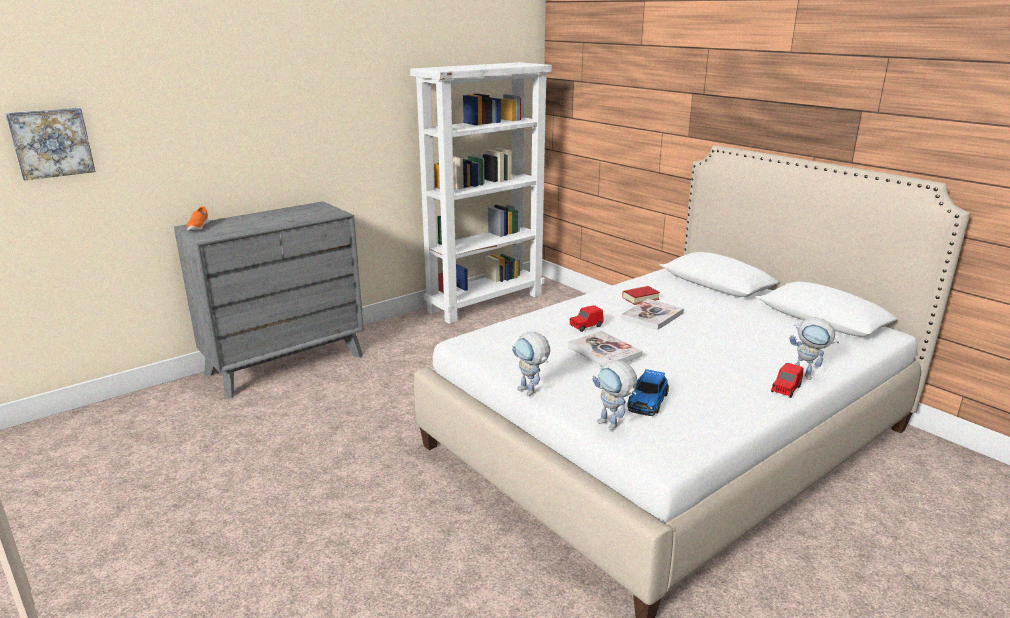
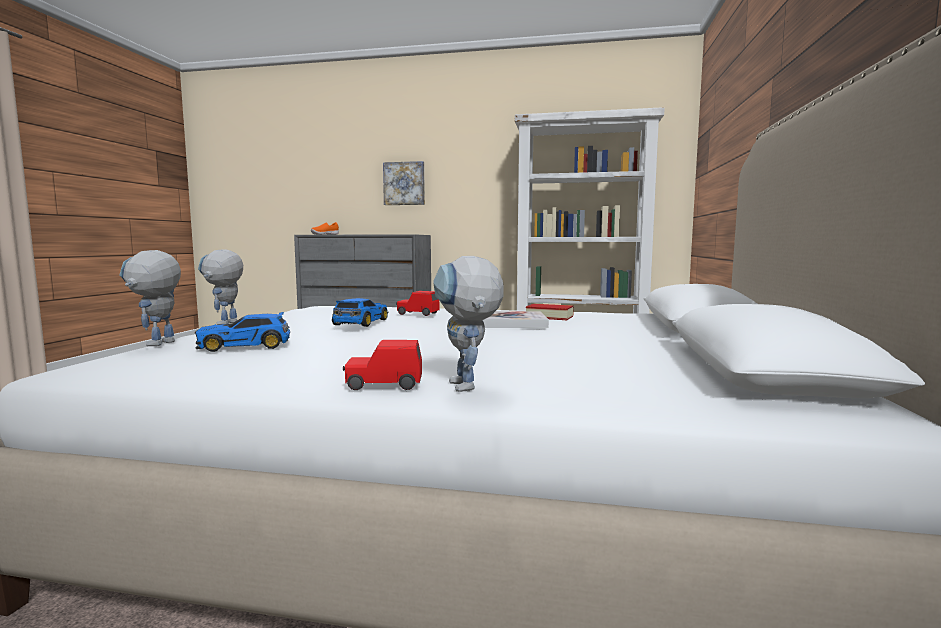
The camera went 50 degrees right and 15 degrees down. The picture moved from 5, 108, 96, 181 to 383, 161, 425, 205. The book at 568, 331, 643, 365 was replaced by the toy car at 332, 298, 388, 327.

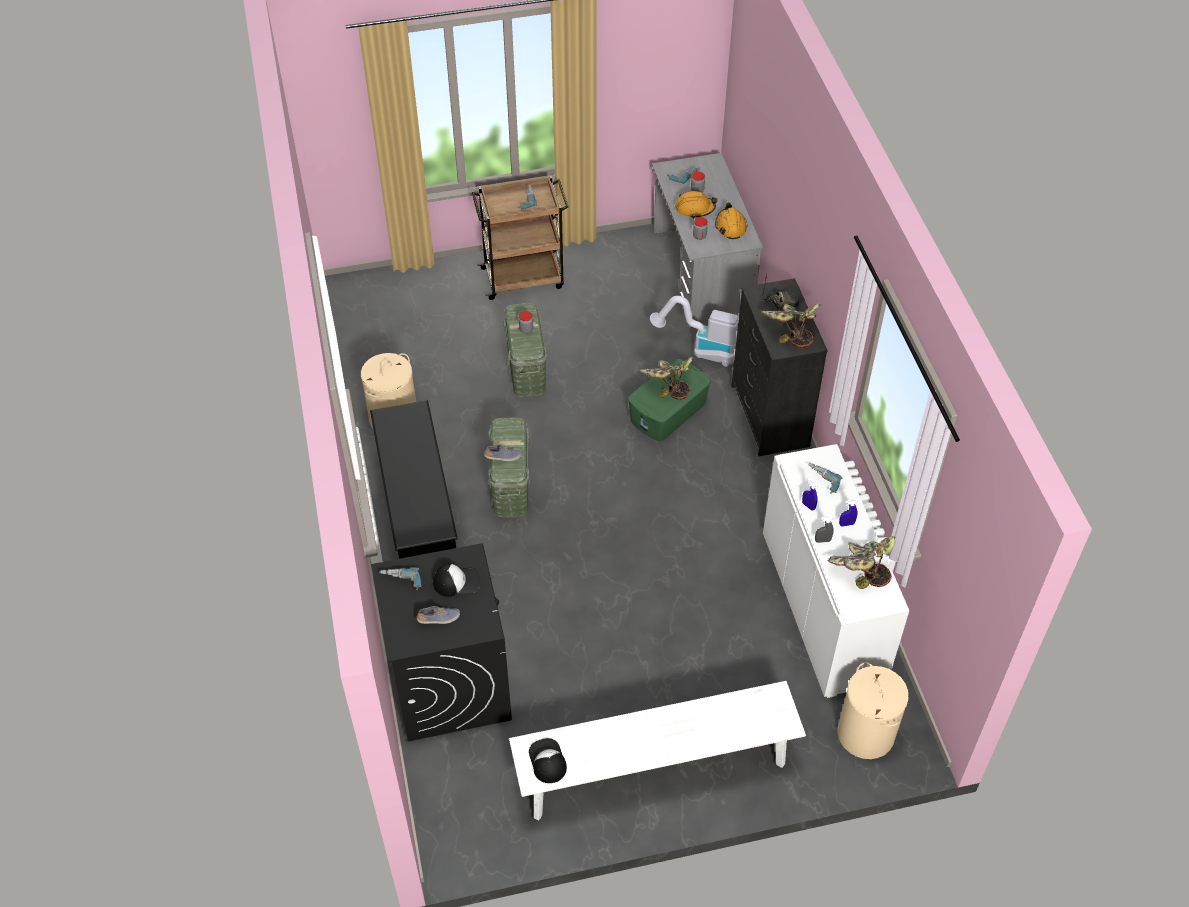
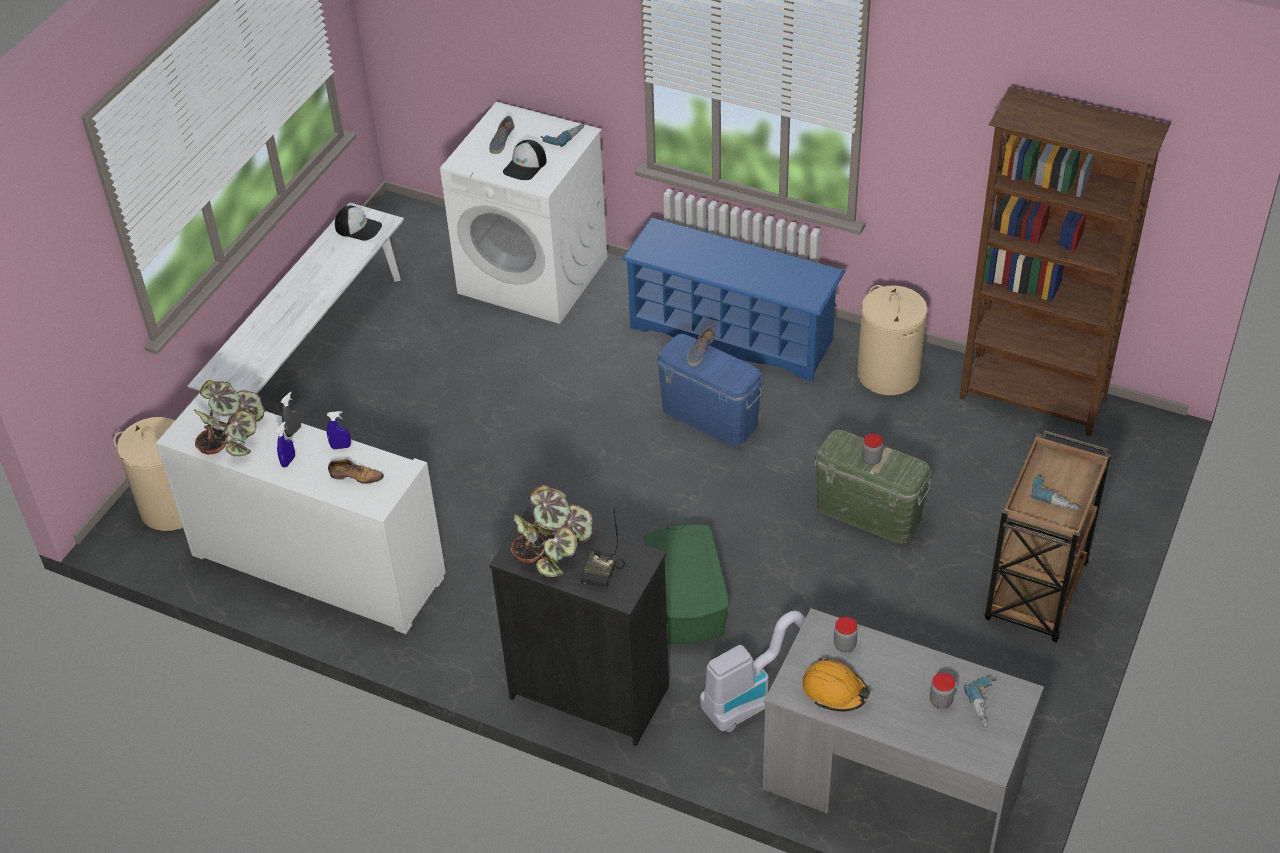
The camera went 130 degrees right and 5 degrees down. The shoe rack (black) at 370, 400, 458, 559 became the shoe rack (blue) at 621, 217, 846, 382. The washing machine (black) at 371, 543, 512, 742 became the washing machine (white) at 440, 102, 607, 324. The storage box (green) at 489, 417, 530, 518 became the storage box (blue) at 656, 334, 763, 446. The potted plant at 639, 357, 694, 400 disappeared. The hard hat (orange) at 675, 191, 717, 218 disappeared. The power drill at 808, 463, 843, 494 was replaced by the shoe at 328, 460, 384, 484. The bookcase (brown) at 960, 87, 1170, 437 appeared.

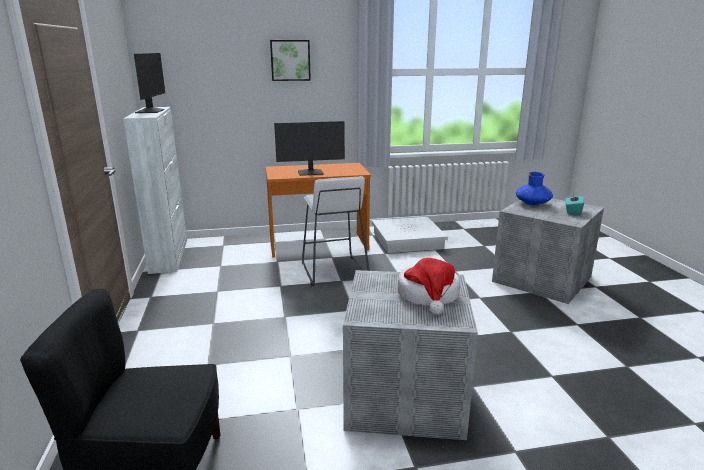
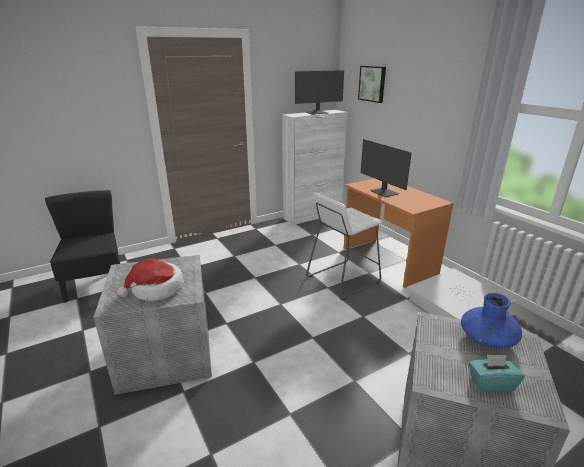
The camera went 70 degrees right and 5 degrees up. The picture moved from 270, 40, 311, 81 to 358, 66, 386, 103.

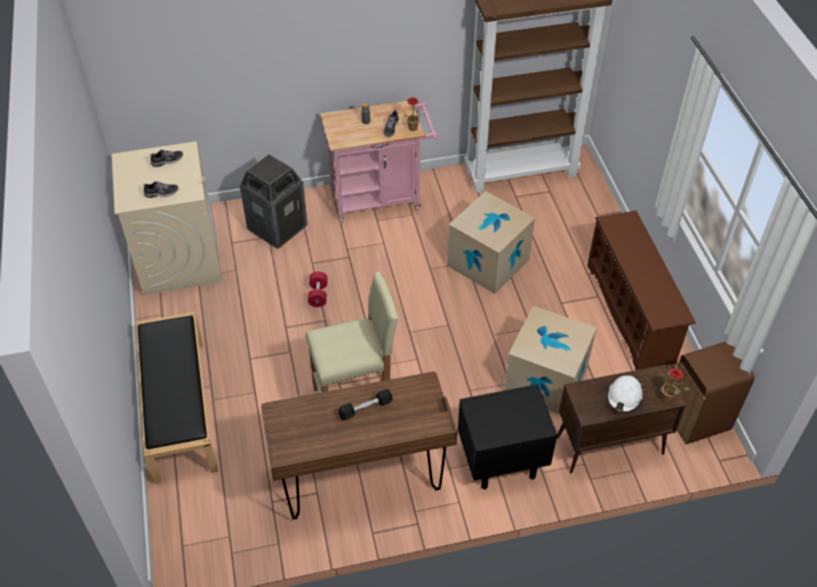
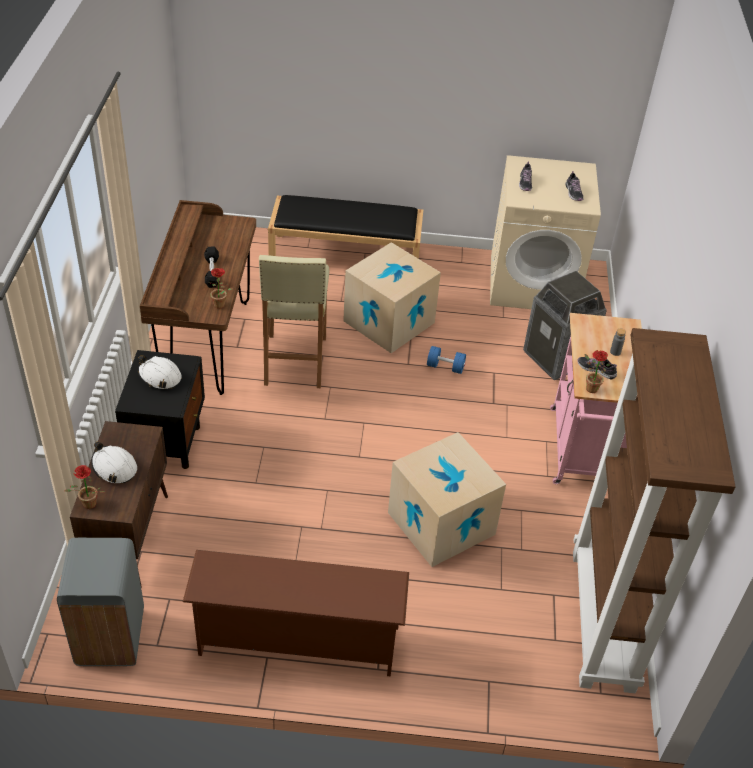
The camera went 105 degrees right and 5 degrees down. The dumbbell (red) at 308, 272, 328, 307 became the dumbbell (blue) at 427, 346, 466, 374. The cardboard box moved from 504, 306, 597, 414 to 343, 242, 441, 353. The trash can (brown) at 674, 342, 755, 444 became the trash can (grey) at 57, 538, 144, 666. The hard hat (white) at 138, 355, 182, 389 appeared. The potted plant at 208, 268, 233, 309 appeared.

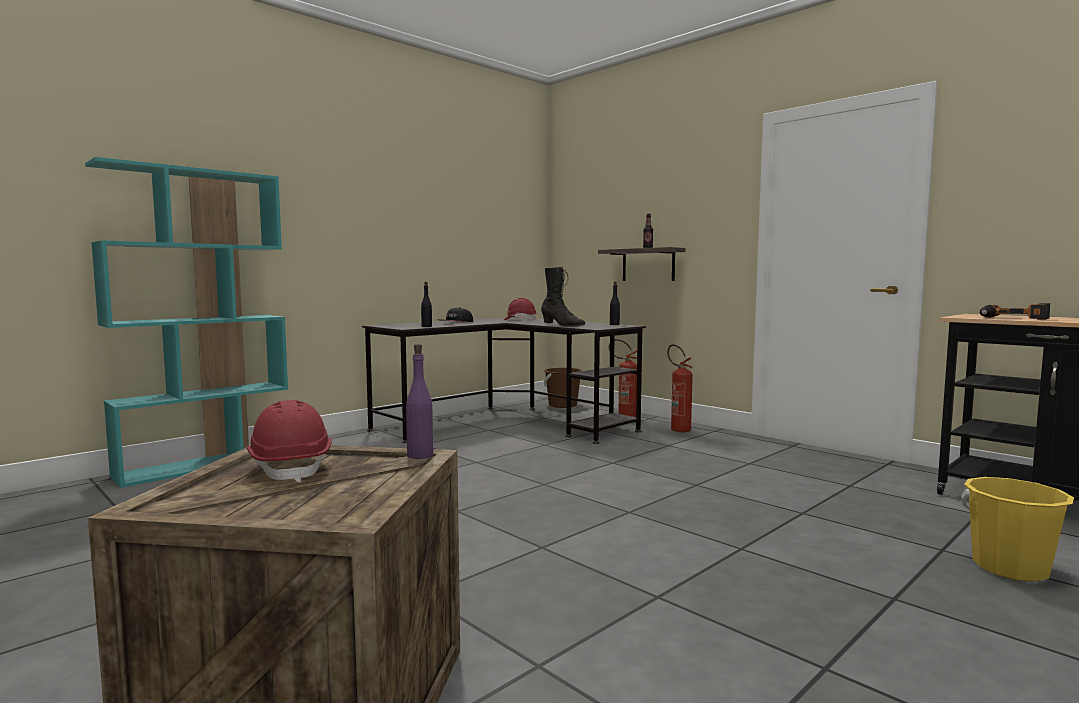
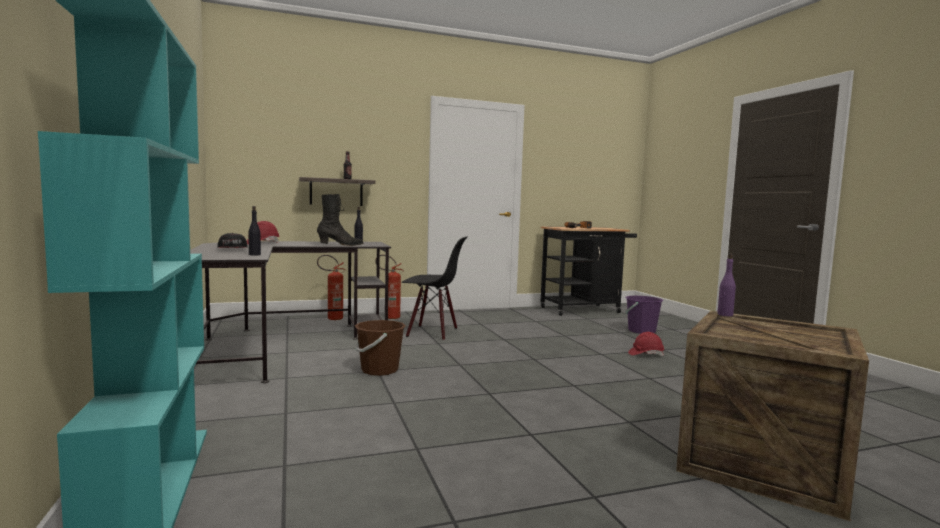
The camera went 65 degrees left and 0 degrees up. The hard hat (red) moved from 247, 400, 332, 482 to 628, 332, 664, 356. The bucket (brown) moved from 544, 368, 583, 408 to 355, 320, 406, 376. The bucket (yellow) at 961, 477, 1074, 582 became the bucket (purple) at 625, 296, 664, 334. The chair (black) at 402, 237, 467, 341 appeared.

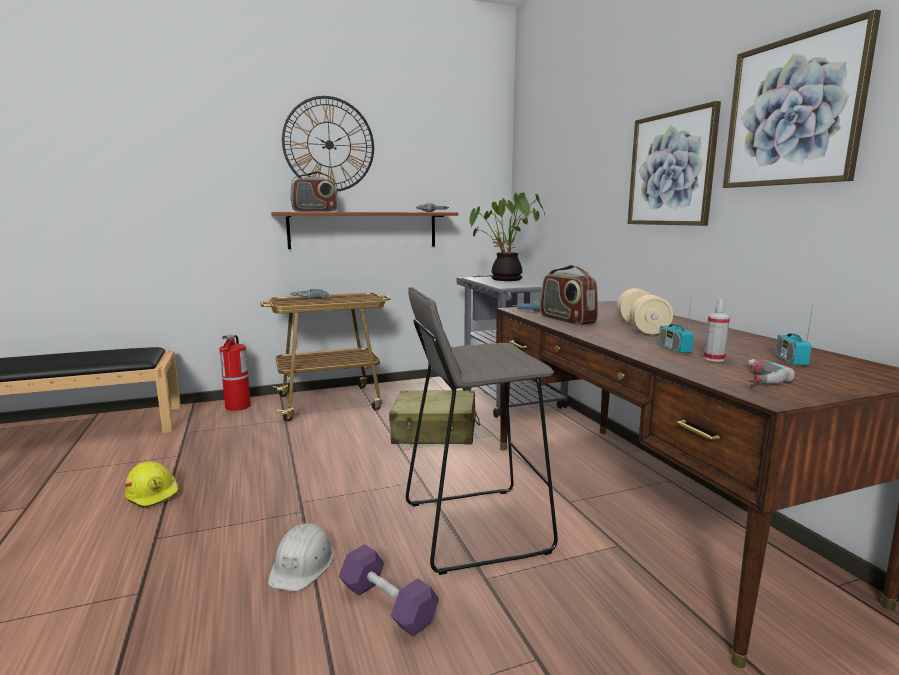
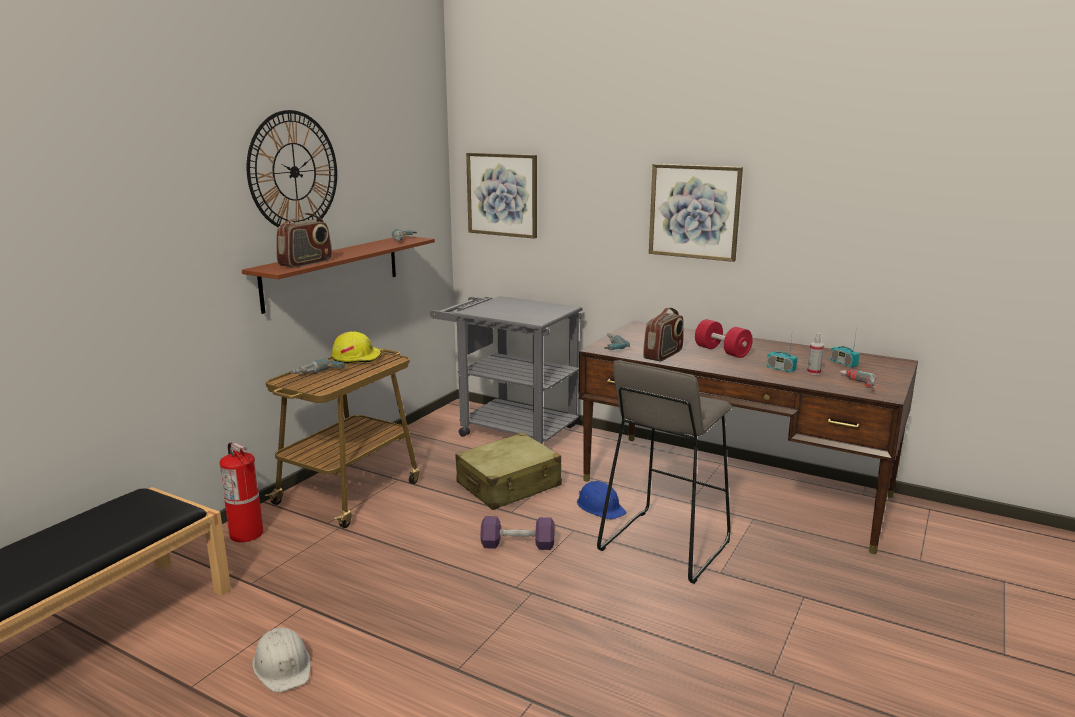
The camera went 40 degrees left and 5 degrees up. The hard hat (yellow) moved from 125, 462, 181, 509 to 332, 331, 381, 363. The hard hat (white) moved from 268, 523, 334, 591 to 252, 628, 311, 692. The dumbbell (purple) moved from 338, 544, 439, 637 to 480, 516, 555, 550. The potted plant at 469, 192, 545, 281 disappeared. The radio at 540, 265, 598, 325 turned 75 degrees counterclockwise. The dumbbell (beige) at 617, 288, 673, 335 became the dumbbell (red) at 695, 319, 753, 358. The picture moved from 723, 9, 881, 188 to 466, 153, 537, 239. The hard hat (blue) at 577, 481, 627, 519 appeared.

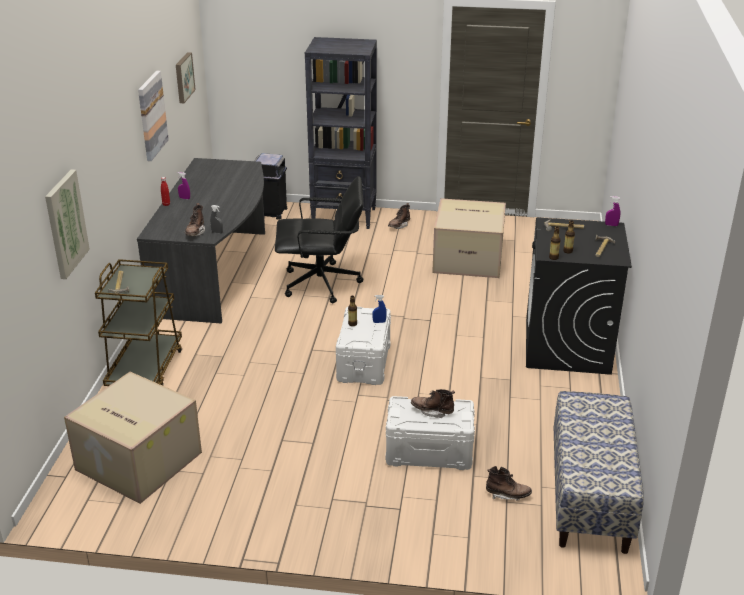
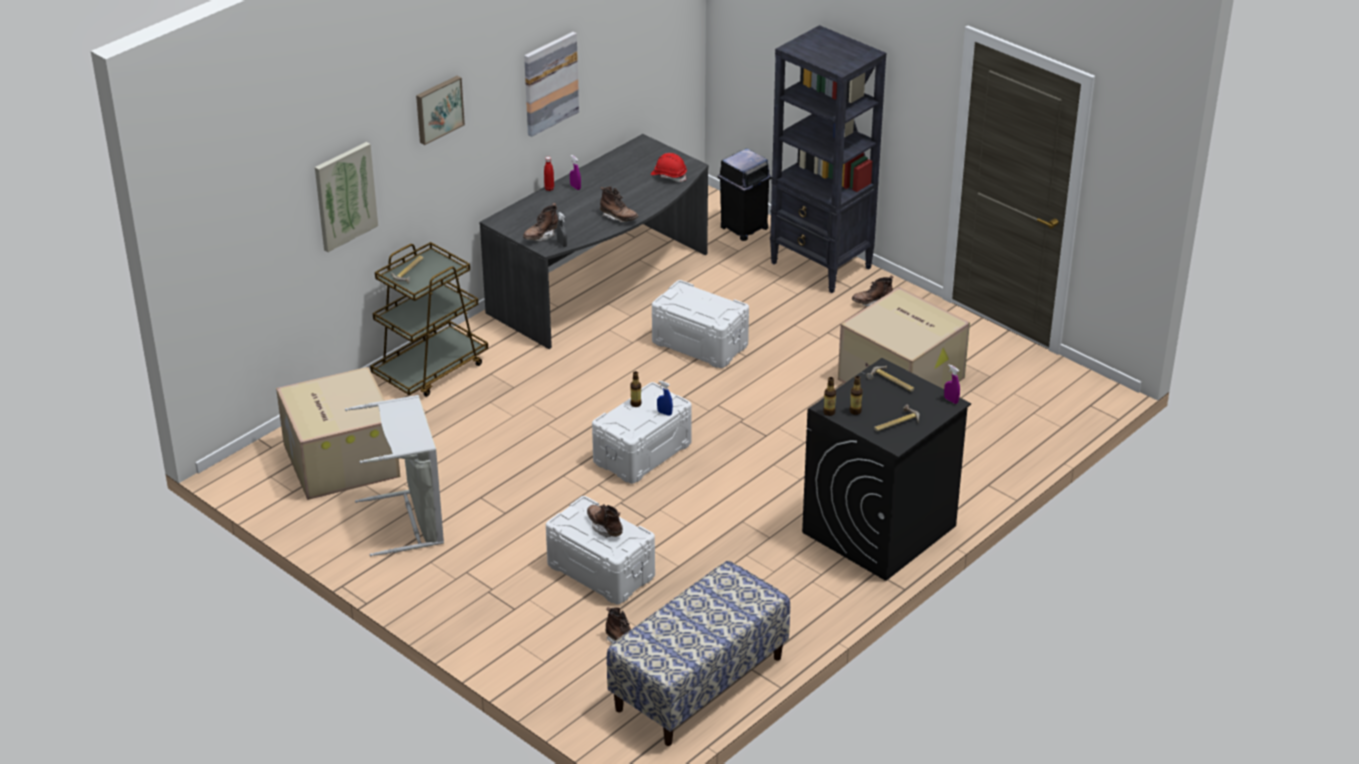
The camera went 35 degrees right and 5 degrees up. The picture moved from 176, 52, 196, 103 to 416, 76, 465, 145. The office chair (black) at 275, 176, 363, 303 was replaced by the storage box (white) at 652, 280, 749, 368. The laundry basket (grey) at 345, 395, 444, 556 appeared. The boot (brown) at 600, 186, 638, 222 appeared. The hard hat (red) at 651, 153, 687, 182 appeared.

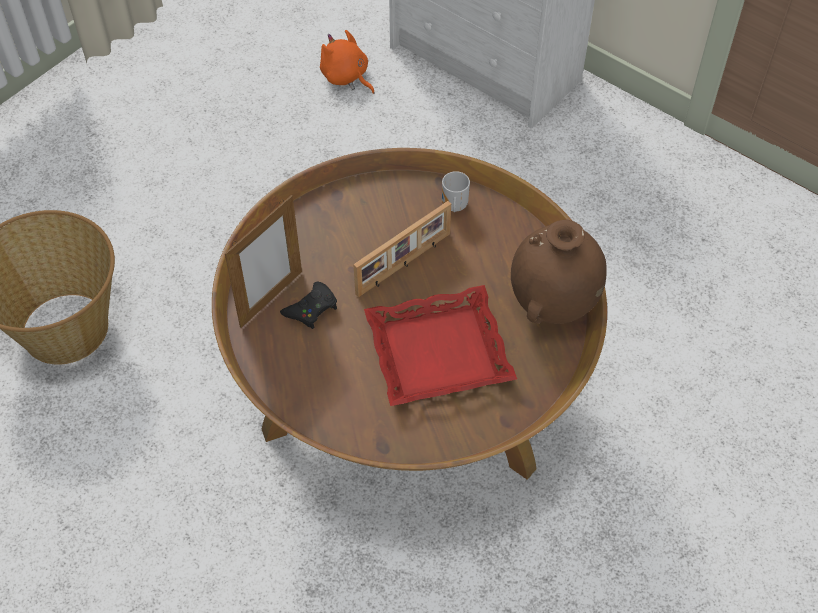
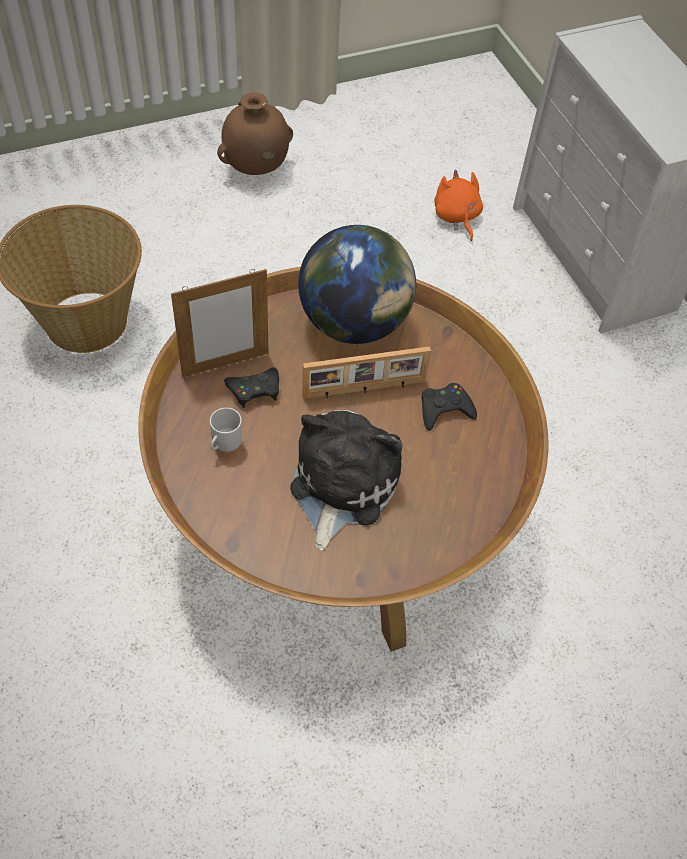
The camera went 25 degrees right and 0 degrees up. The tray (red) at 364, 285, 517, 406 was replaced by the plush toy at 290, 410, 402, 551. The mug moved from 442, 171, 470, 212 to 210, 408, 242, 452. The vase (brown) moved from 511, 220, 607, 324 to 217, 92, 293, 175. The globe at 298, 225, 416, 344 appeared. The game controller (black) at 422, 383, 477, 431 appeared.

